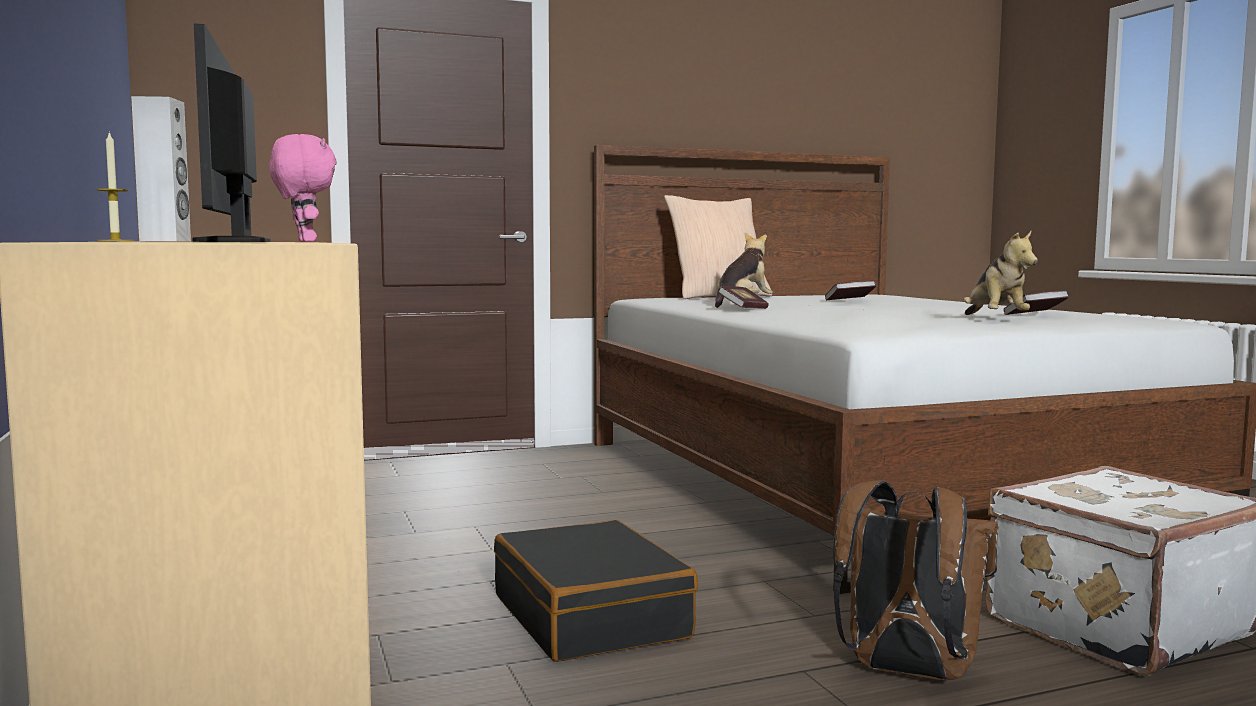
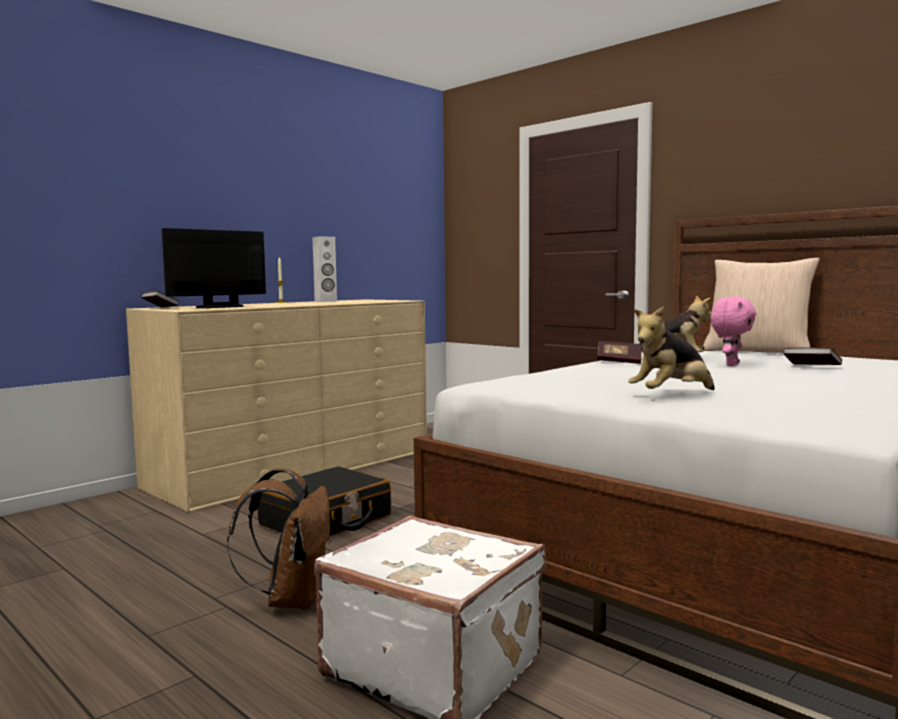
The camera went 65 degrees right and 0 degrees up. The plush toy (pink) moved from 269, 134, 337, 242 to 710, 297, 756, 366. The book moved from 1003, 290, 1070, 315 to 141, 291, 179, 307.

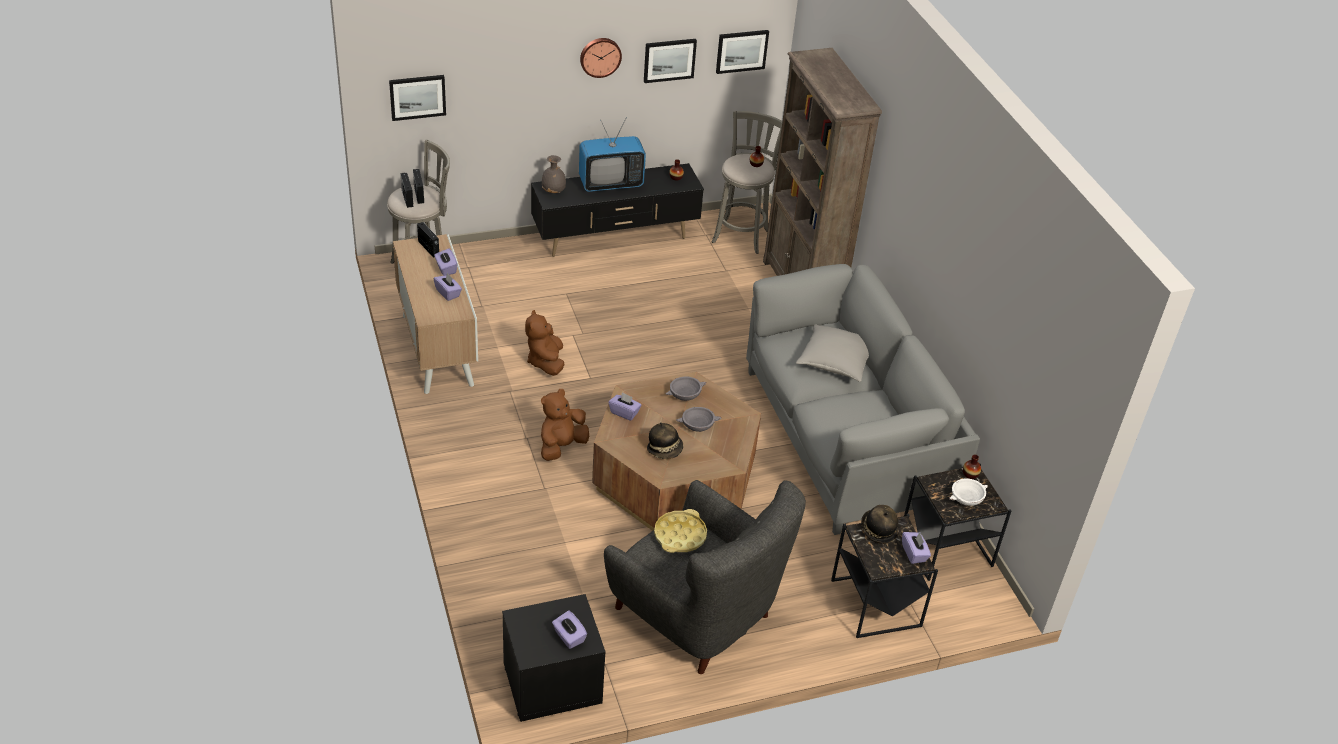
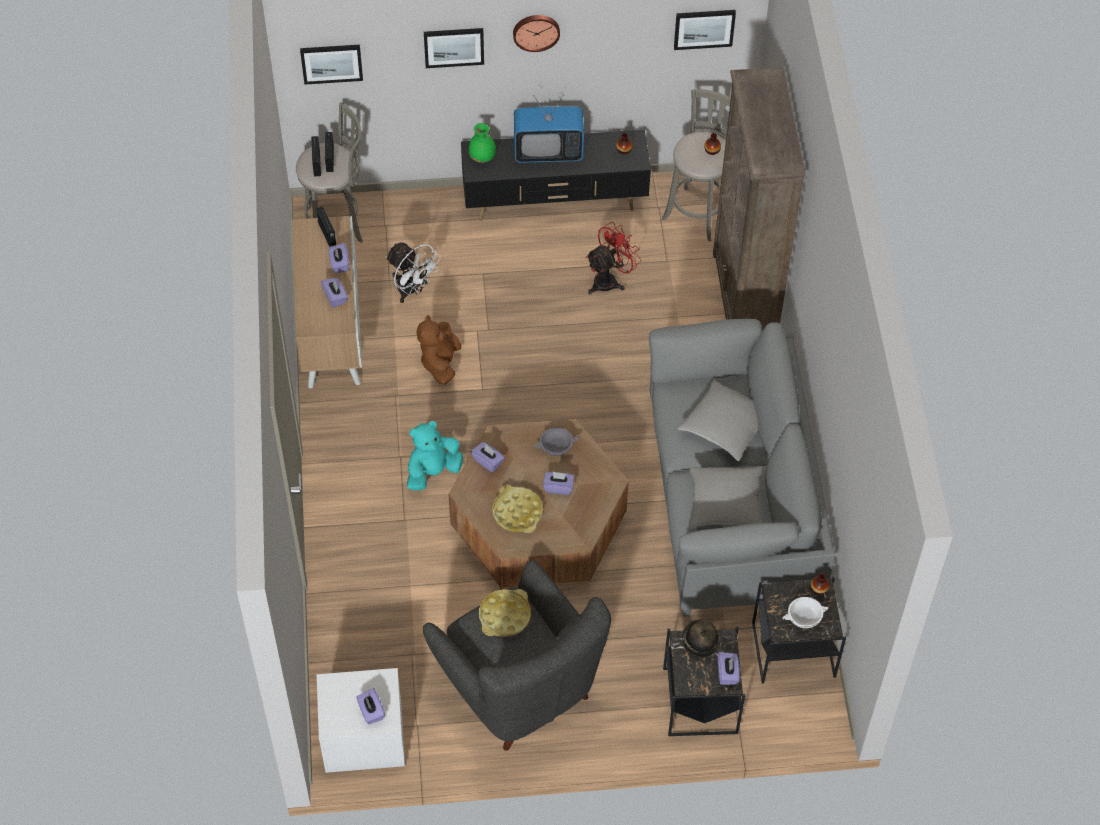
The camera went 15 degrees right and 15 degrees up. The nightstand (black) at 502, 594, 606, 722 became the nightstand (white) at 317, 668, 405, 773. The plush toy (brown) at 541, 389, 589, 461 became the plush toy (turquoise) at 407, 421, 463, 490. The vase (grey) at 542, 155, 566, 193 became the vase (green) at 469, 123, 496, 163. The picture moved from 644, 39, 697, 83 to 424, 28, 484, 68. The hat at 647, 422, 683, 459 was replaced by the tray (yellow) at 492, 485, 543, 533. The bowl (grey) at 676, 407, 721, 432 was replaced by the tissue box (purple) at 543, 472, 574, 495. The fan (white) at 386, 243, 441, 303 appeared. The fan (red) at 586, 222, 641, 295 appeared. The pillow (grey) at 689, 466, 763, 529 appeared.

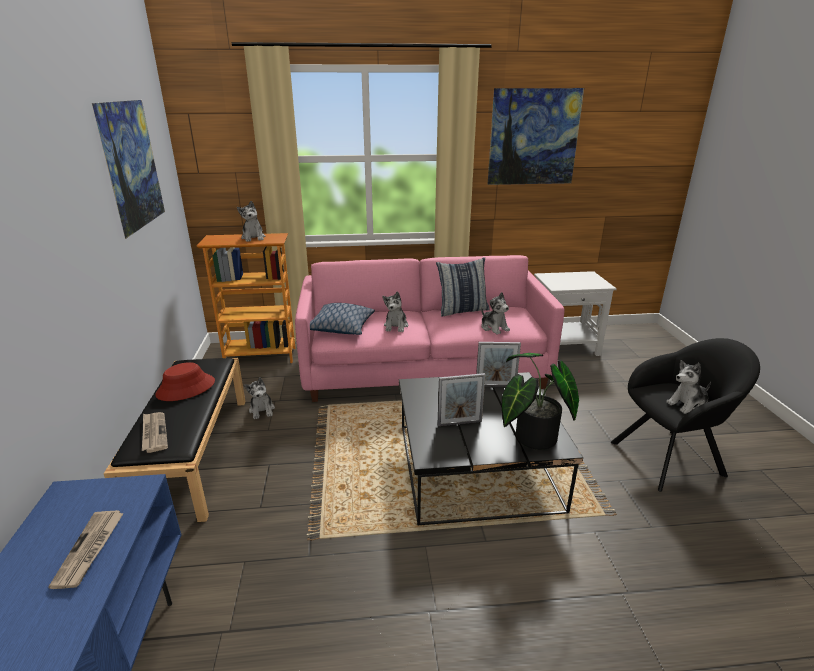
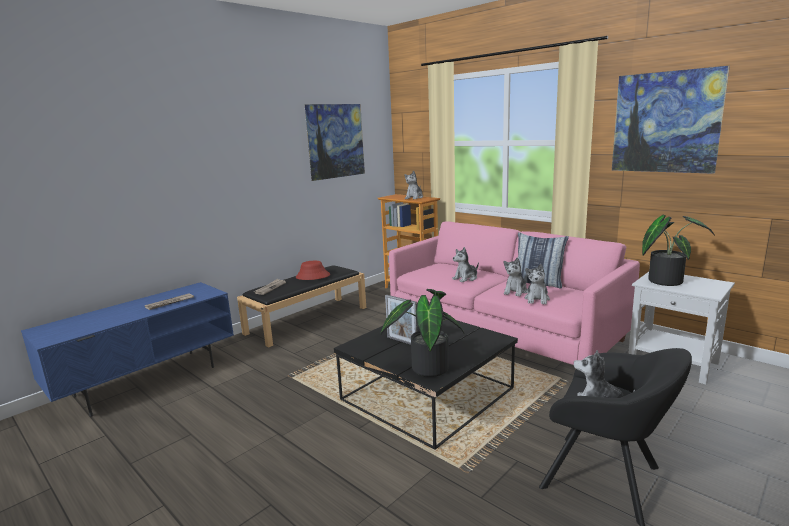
The camera went 50 degrees right and 10 degrees down. The plush toy moved from 244, 377, 275, 419 to 503, 257, 528, 297. The pillow at 310, 303, 375, 335 disappeared. The picture frame at 476, 342, 521, 387 disappeared. The potted plant at 642, 215, 715, 286 appeared.

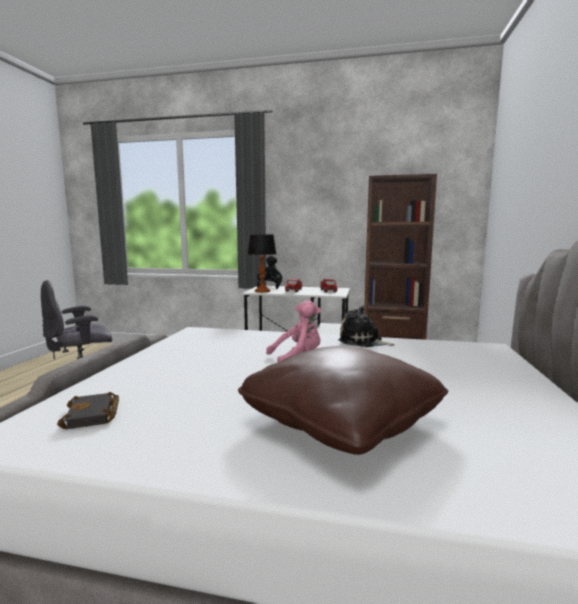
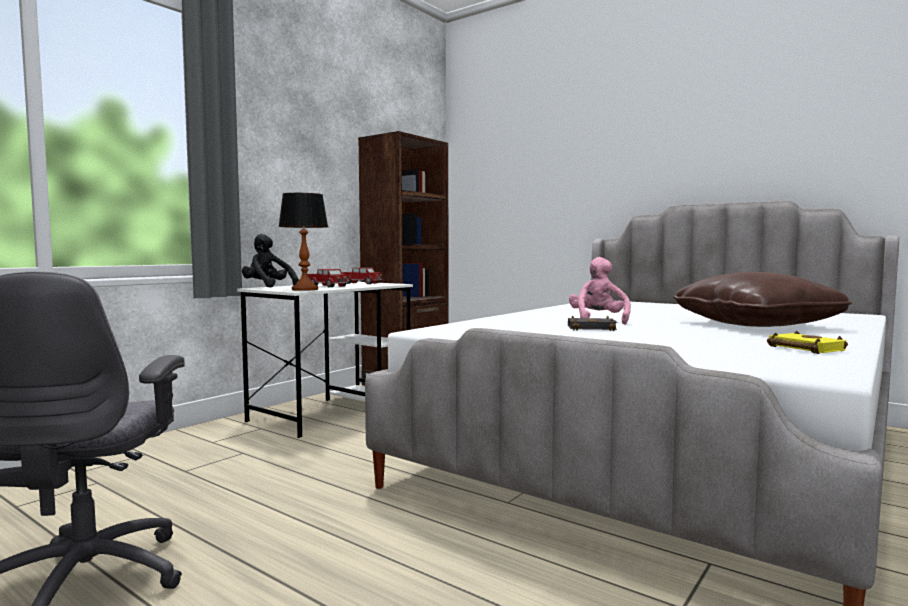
The camera went 65 degrees left and 5 degrees down. The book (black) moved from 57, 392, 119, 430 to 568, 316, 617, 331. The plush toy at 338, 305, 395, 347 disappeared. The book (yellow) at 767, 331, 848, 354 appeared.

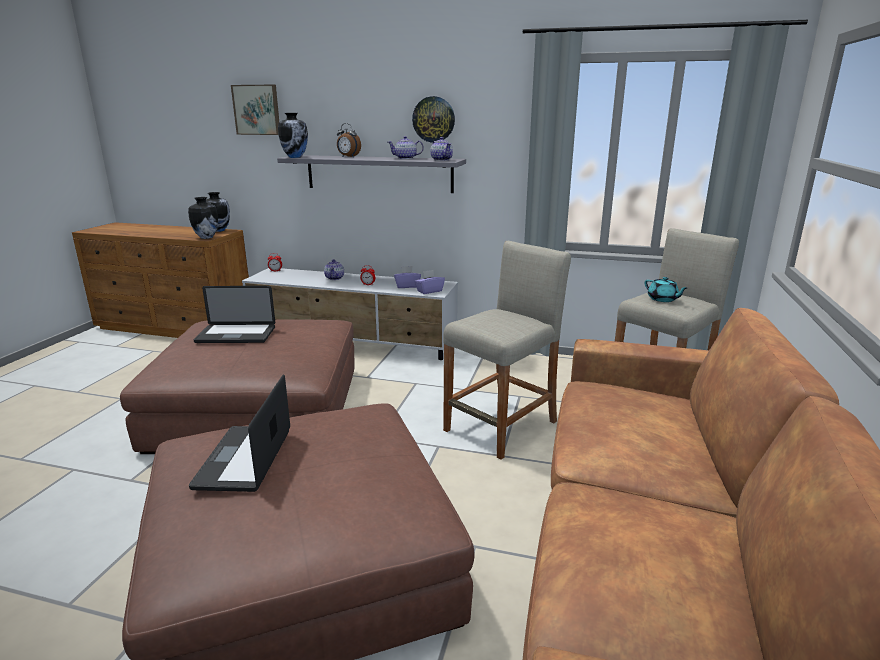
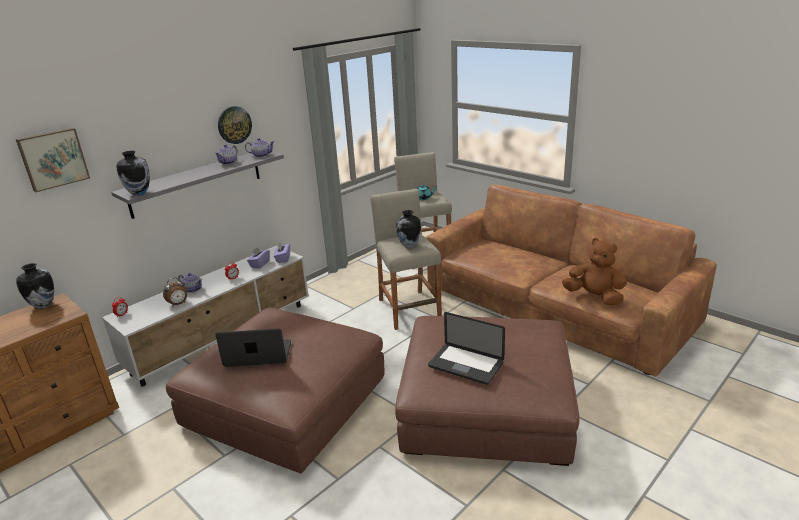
The camera went 60 degrees left and 5 degrees up. The vase moved from 188, 197, 218, 239 to 396, 210, 421, 248. The laptop at 194, 286, 275, 343 turned 120 degrees counterclockwise. The alarm clock moved from 337, 123, 361, 157 to 163, 278, 187, 306. The plush toy (brown) at 562, 238, 627, 306 appeared.

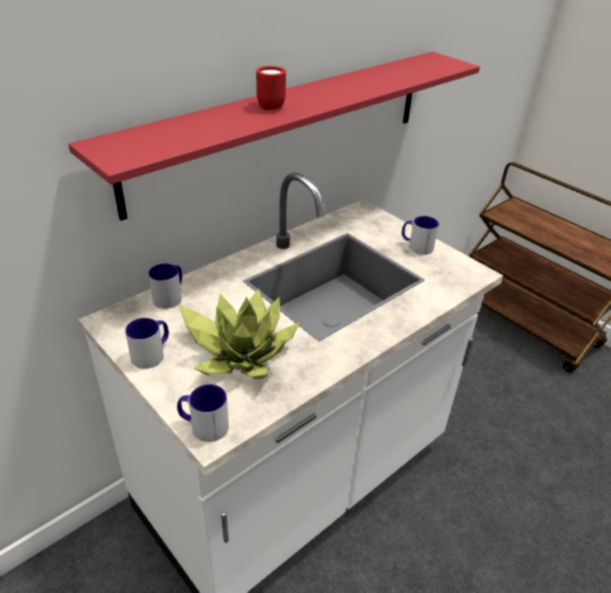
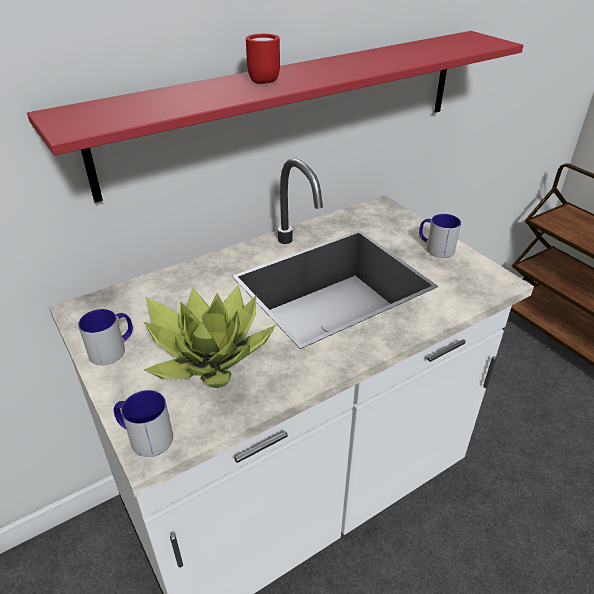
The camera went 10 degrees right and 0 degrees up. The mug at 148, 264, 182, 309 disappeared.

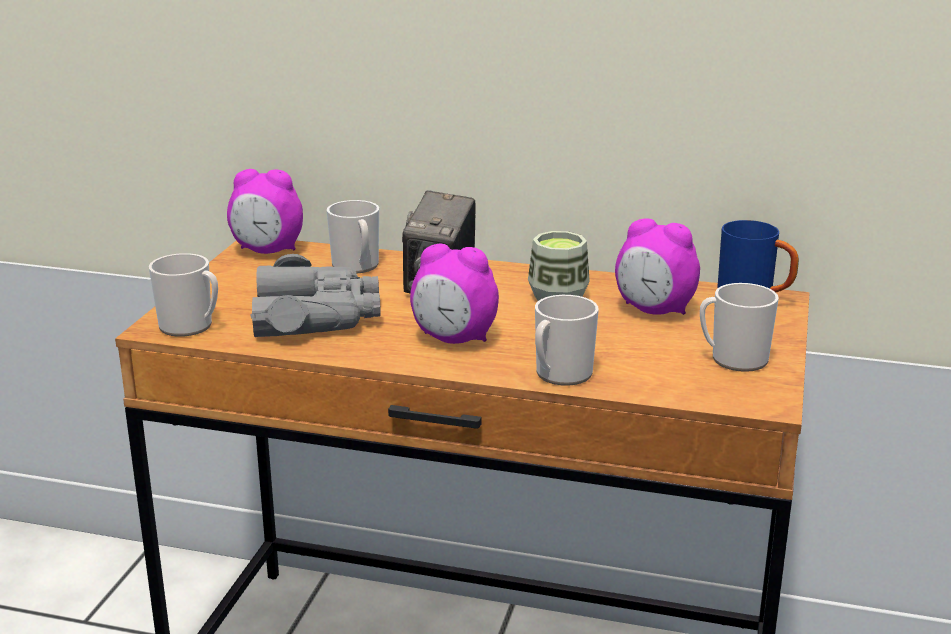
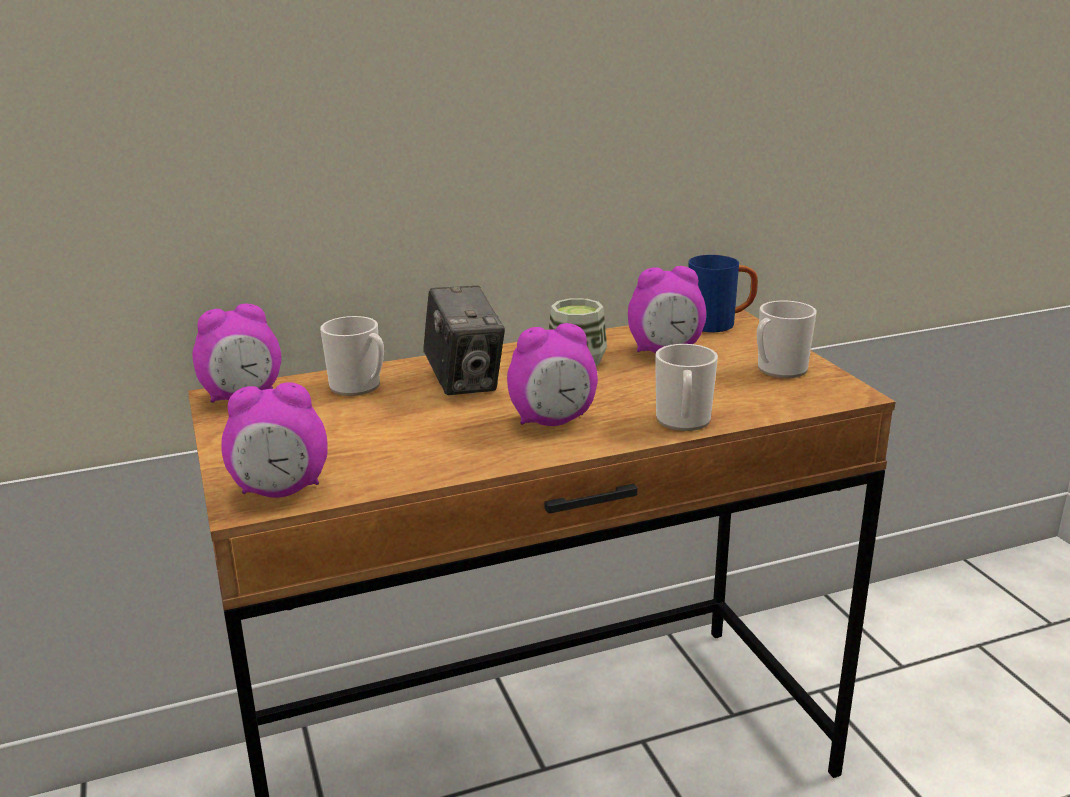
The camera went 35 degrees left and 0 degrees up. The mug at 149, 253, 218, 337 was replaced by the alarm clock at 221, 382, 328, 498. The binoculars (grey) at 250, 254, 381, 337 disappeared.

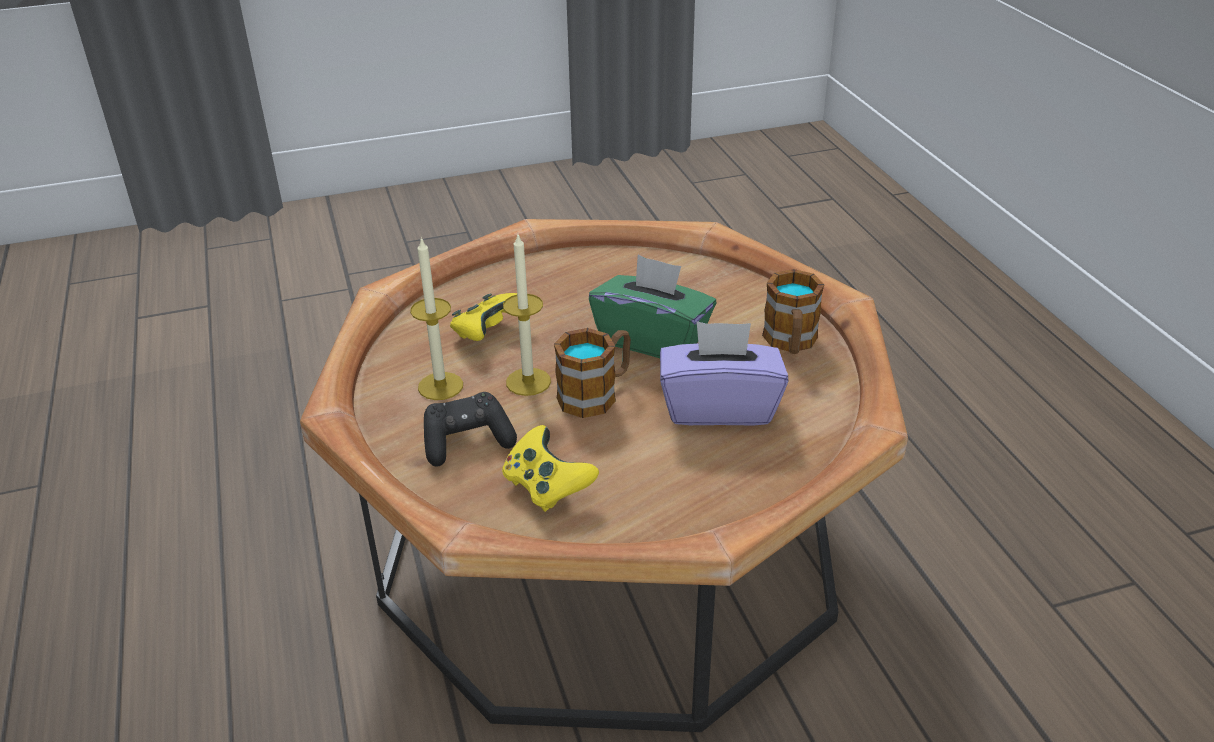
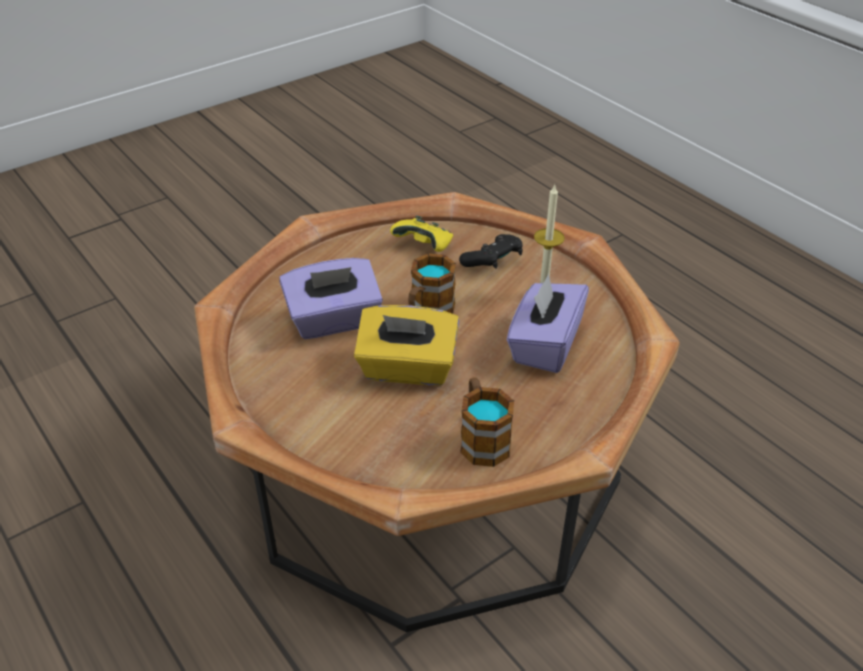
The camera went 160 degrees right and 5 degrees up. The game controller (yellow) at 450, 293, 517, 341 was replaced by the tissue box (purple) at 507, 274, 589, 373. The candle at 503, 235, 551, 396 disappeared. The tissue box (green) at 589, 254, 716, 358 became the tissue box (yellow) at 354, 305, 459, 386. The mug moved from 762, 269, 824, 354 to 460, 377, 514, 467.

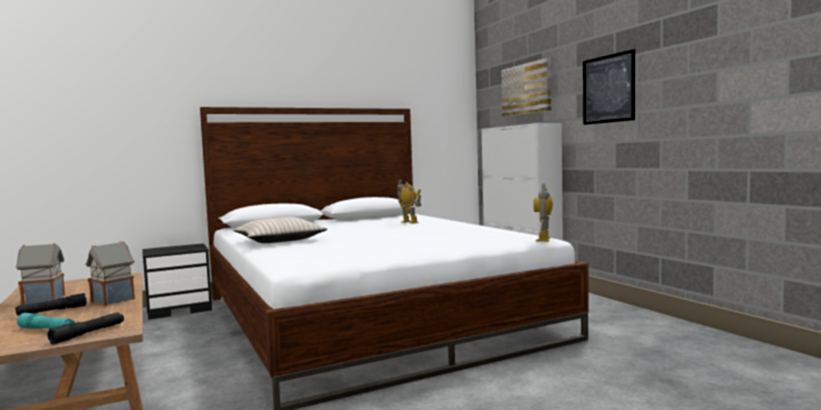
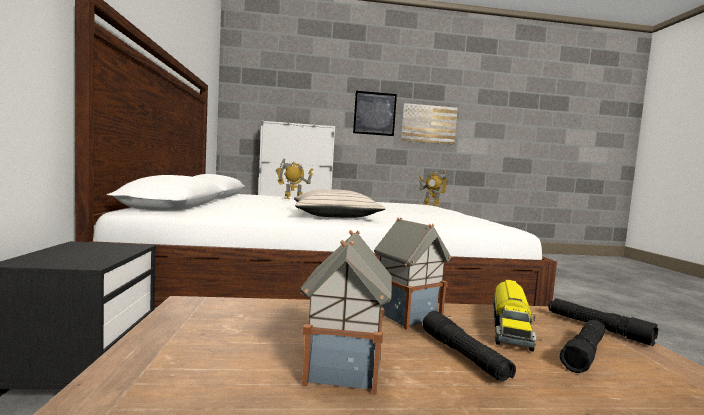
The camera went 70 degrees left and 0 degrees up. The flashlight (turquoise) at 17, 313, 75, 329 became the flashlight (black) at 560, 320, 606, 373. The picture moved from 501, 58, 552, 117 to 401, 103, 458, 145. The toy truck at 493, 280, 536, 351 appeared.

